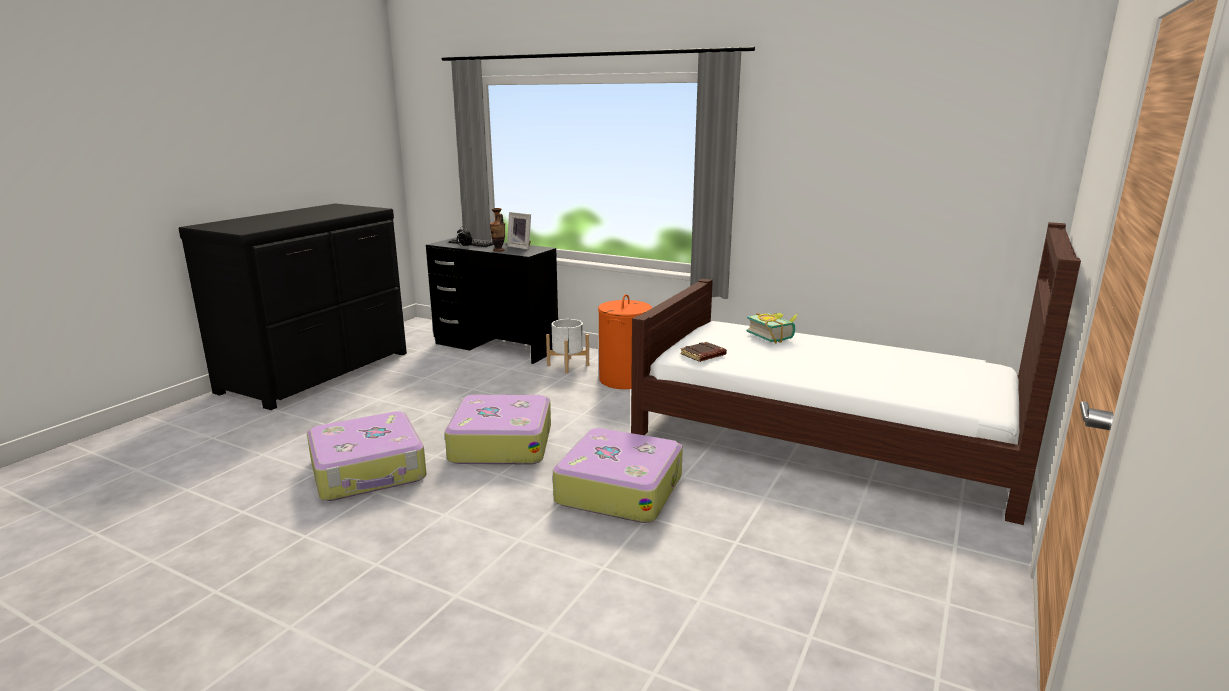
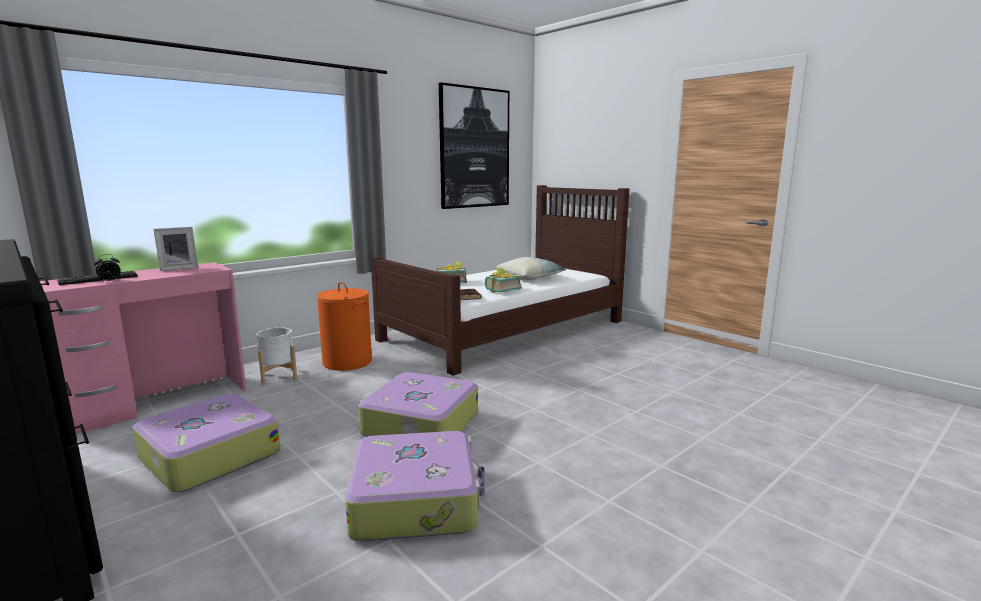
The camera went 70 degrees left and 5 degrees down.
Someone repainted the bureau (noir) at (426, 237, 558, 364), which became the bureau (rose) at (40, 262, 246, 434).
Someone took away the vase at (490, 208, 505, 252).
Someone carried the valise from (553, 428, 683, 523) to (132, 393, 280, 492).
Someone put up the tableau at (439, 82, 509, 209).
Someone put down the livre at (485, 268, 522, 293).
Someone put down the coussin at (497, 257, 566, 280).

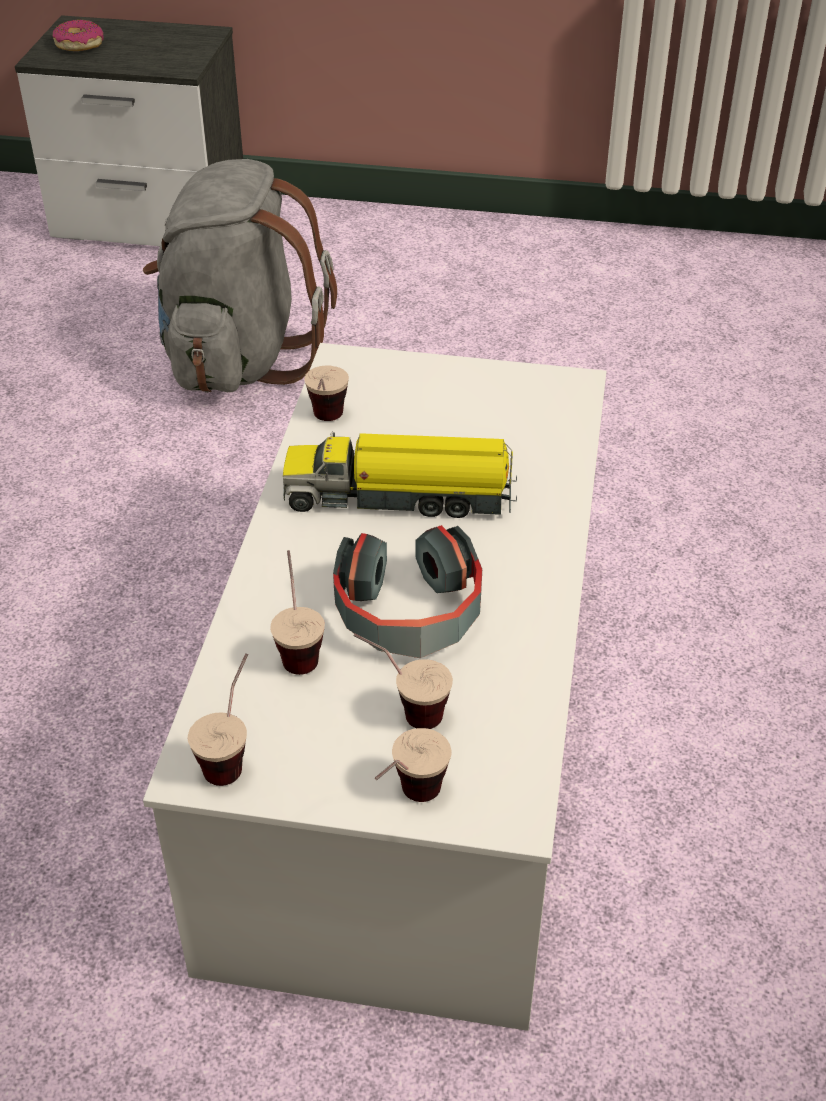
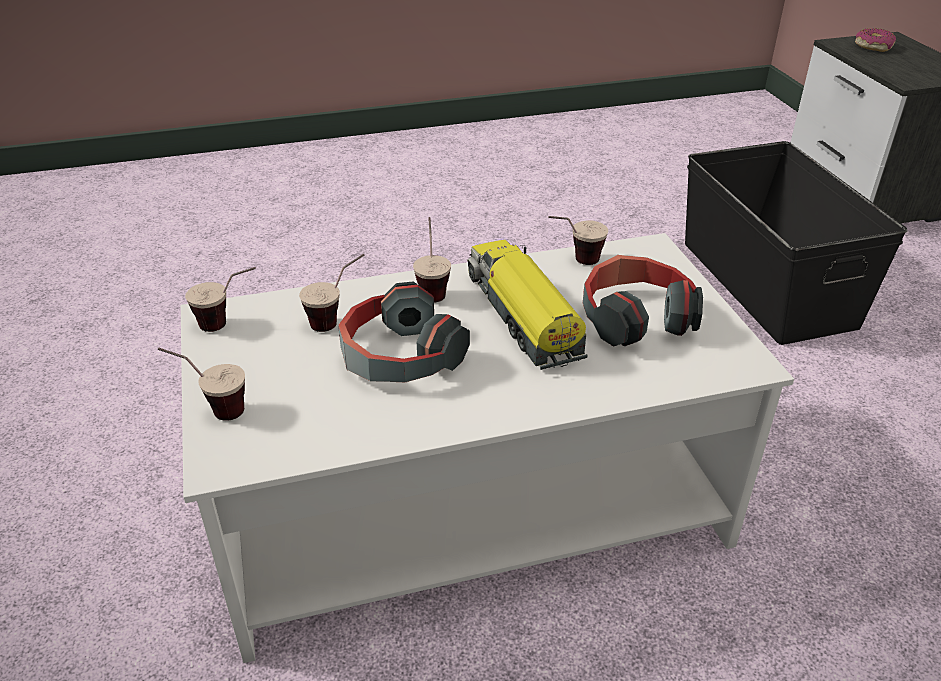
The camera went 65 degrees right and 5 degrees down.
Someone swapped the sac à dos (gris) at (143, 159, 337, 393) for the boîte de rangement (noir) at (685, 141, 907, 345).
Someone carried the tasse from (354, 634, 453, 729) to (413, 217, 451, 303).
Someone put down the casque audio at (583, 255, 703, 347).

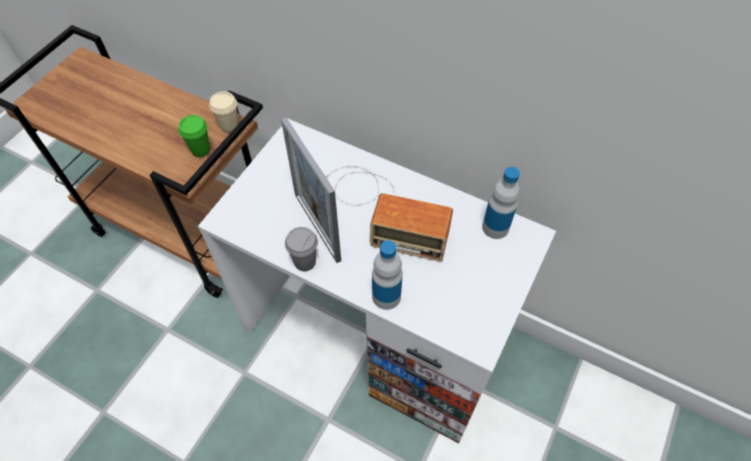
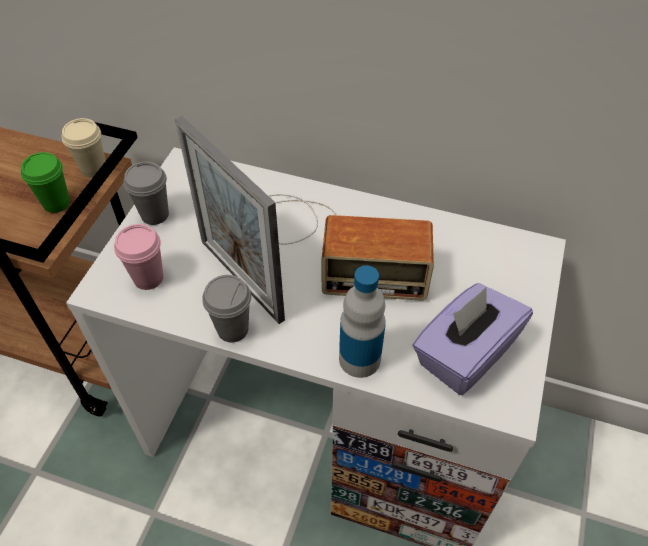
The camera went 10 degrees left and 5 degrees down.
Someone took away the bouteille at (482, 167, 520, 239).
Someone put down the tasse (rose) at (114, 224, 163, 290).
Someone put down the tasse (gris) at (124, 161, 169, 225).
Someone put down the boîte à mouchoirs (violet) at (412, 283, 533, 395).

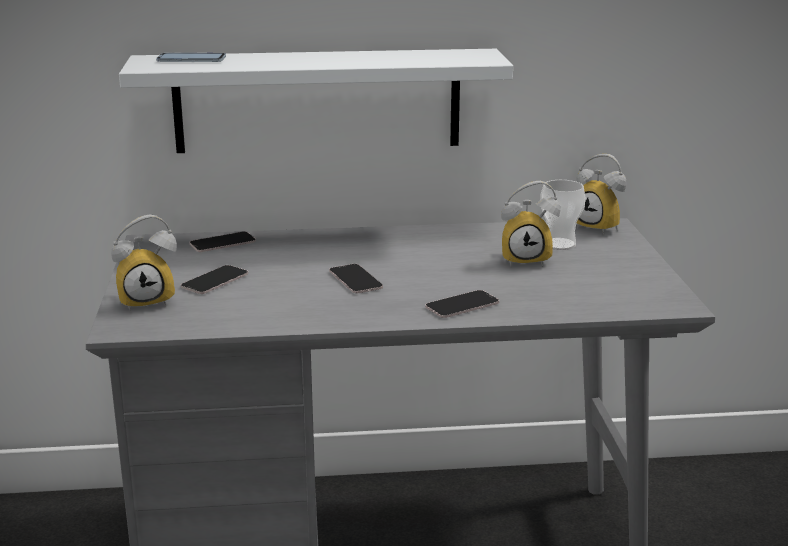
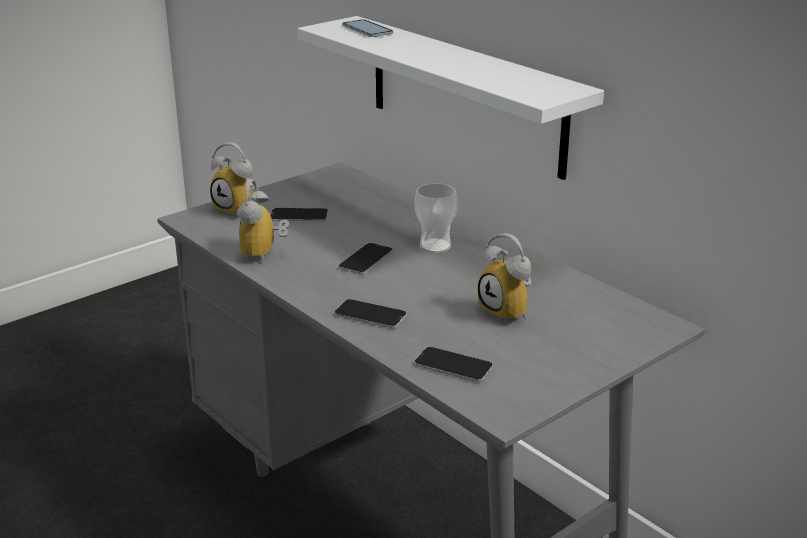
The camera went 55 degrees right and 5 degrees up.
Someone carried the téléphone from (190, 231, 256, 252) to (414, 347, 493, 382).
Someone carried the tasse from (540, 180, 585, 250) to (414, 183, 458, 253).
Someone carried the réveil from (576, 154, 626, 235) to (237, 179, 290, 263).

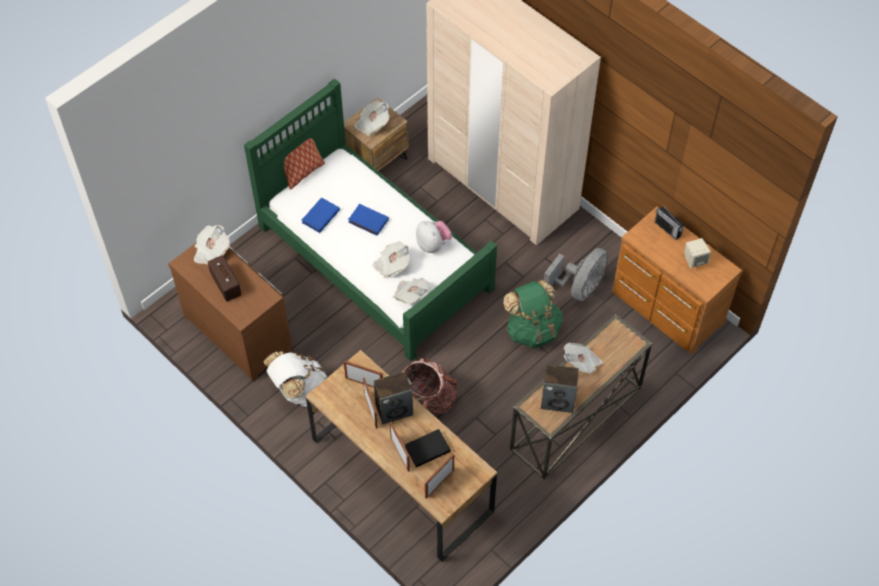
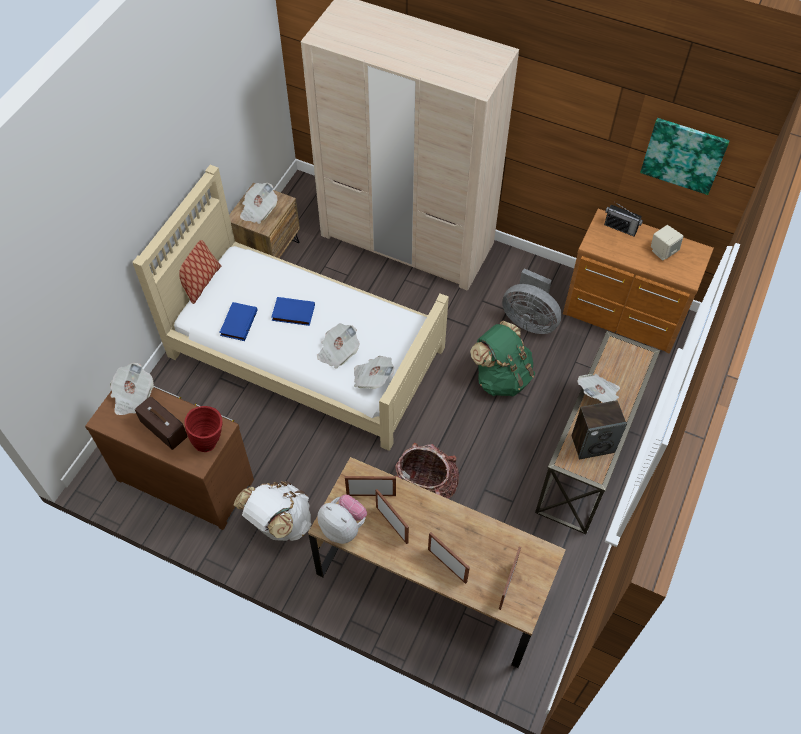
The camera went 20 degrees left and 0 degrees up.
Someone repainted the lit (vert) at (244, 78, 497, 361), which became the lit (beige) at (132, 165, 449, 451).
Someone took away the enceinte at (374, 372, 413, 424).
Someone took away the livre (noir) at (405, 429, 451, 467).
Someone carried the peluche from (416, 221, 452, 253) to (318, 494, 367, 544).
Someone rotated the ventilateur (gris) at (544, 248, 608, 301) by 105 degrees clockwise.
Someone put down the vase (rouge) at (185, 406, 222, 452).
Someone put up the tableau at (640, 118, 730, 195).

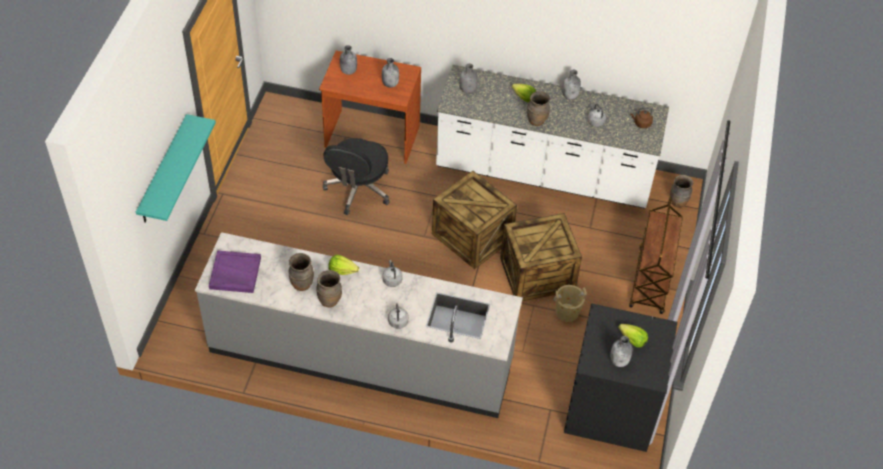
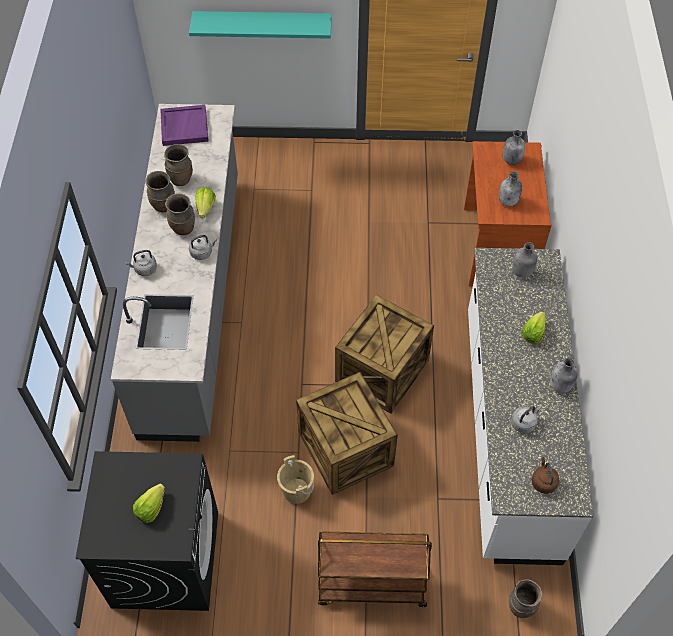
The camera went 80 degrees right and 5 degrees up.
Someone took away the chaise de bureau (noir) at (323, 138, 390, 215).
Someone carried the vase (marron) from (527, 91, 550, 126) to (165, 193, 195, 235).
Someone took away the bouteille (gris) at (610, 336, 633, 367).

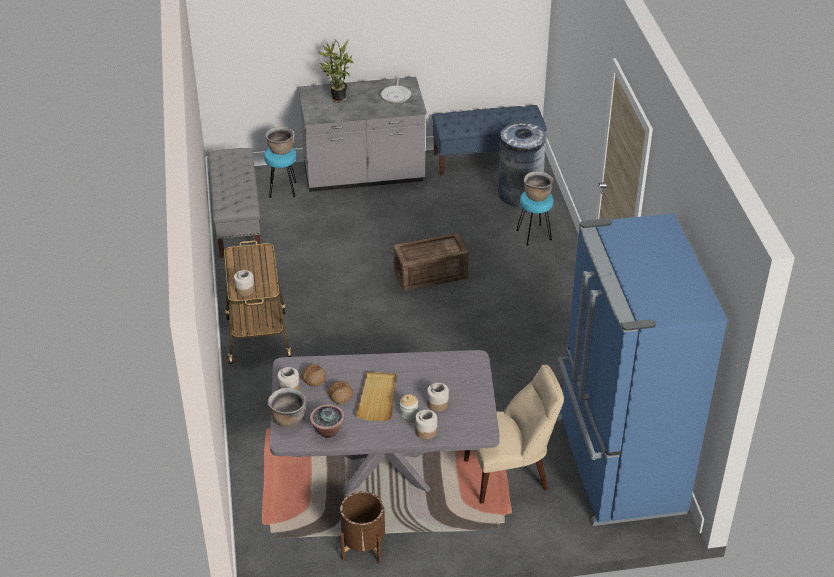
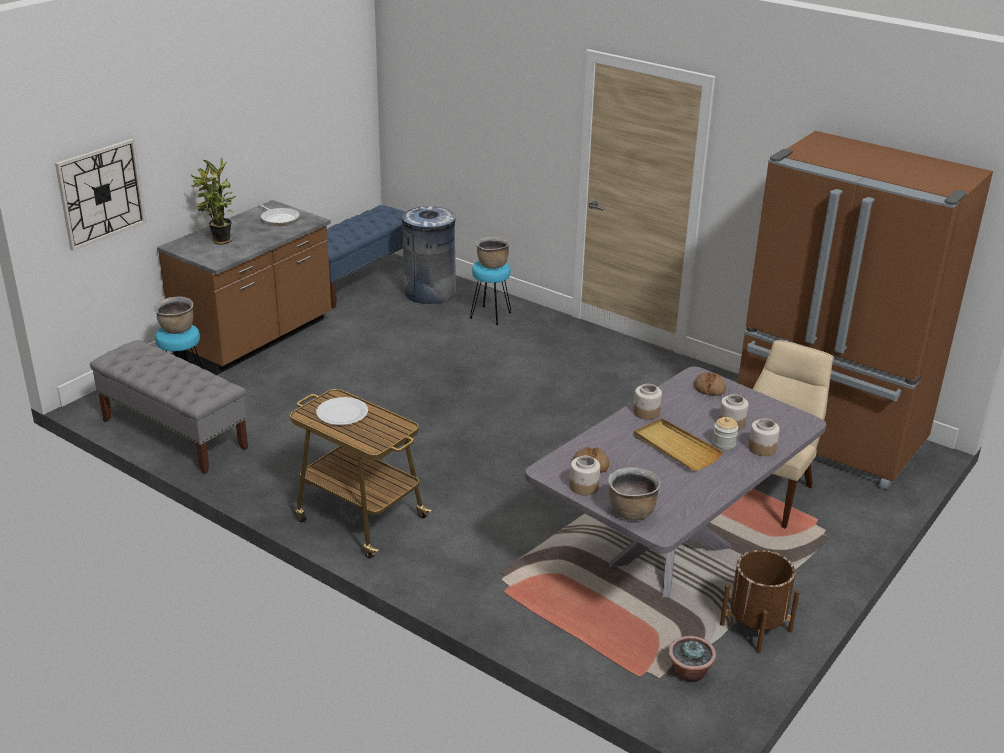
The camera went 45 degrees left and 10 degrees down.
Someone carried the bocal from (234, 270, 255, 296) to (633, 384, 662, 420).
Someone repainted the comptoir de cuisine (gris) at (298, 77, 427, 192), which became the comptoir de cuisine (marron) at (157, 200, 332, 375).
Someone carried the plante en pot from (310, 404, 345, 438) to (668, 636, 716, 682).
Someone carried the pain from (328, 381, 353, 404) to (694, 372, 726, 396).
Someone took away the caisse at (393, 233, 469, 291).
Someone repainted the réfrigérateur (bleu) at (557, 213, 728, 526), which became the réfrigérateur (marron) at (738, 131, 993, 490).
Someone put up the horloge murale at (55, 139, 146, 251).
Someone put down the assiette (blanc) at (316, 397, 368, 425).

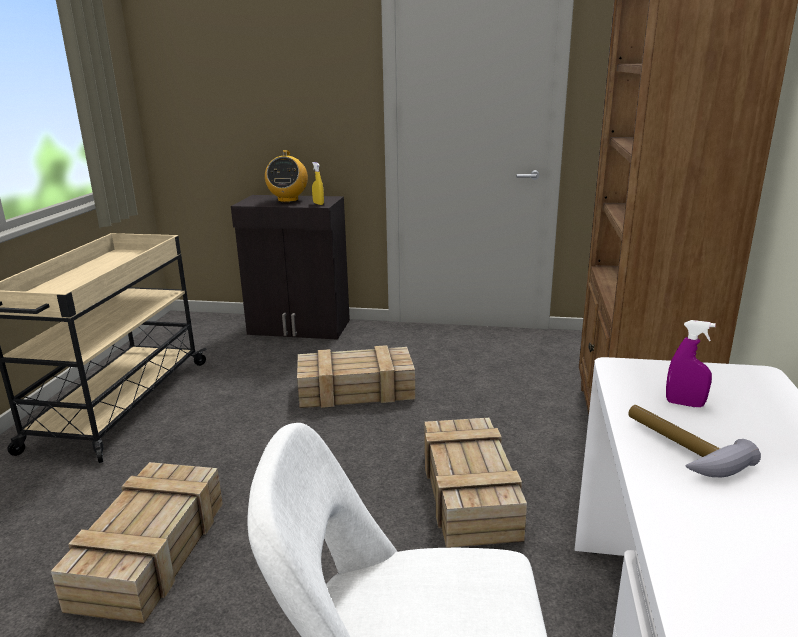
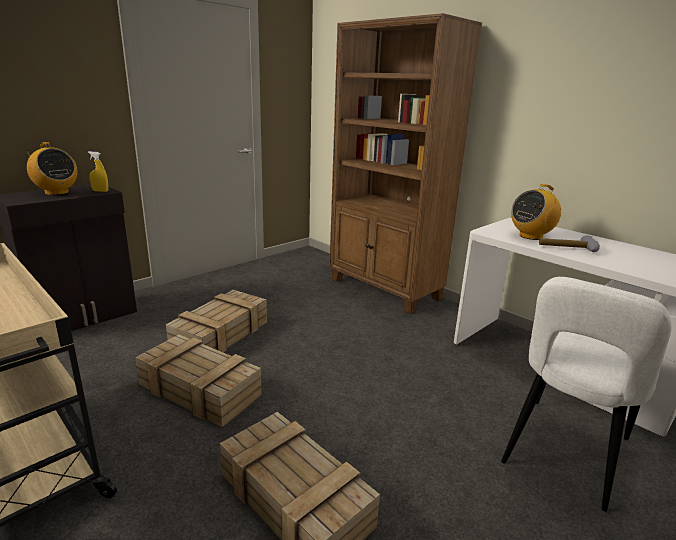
The camera went 55 degrees left and 0 degrees up.
Someone carried the caisse from (424, 418, 527, 548) to (135, 335, 262, 427).
Someone swapped the vaporisateur (violet) at (666, 320, 716, 407) for the radio at (511, 184, 561, 240).

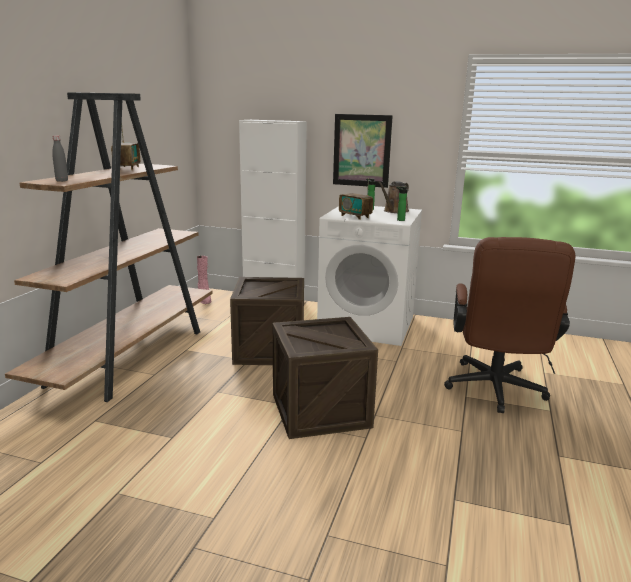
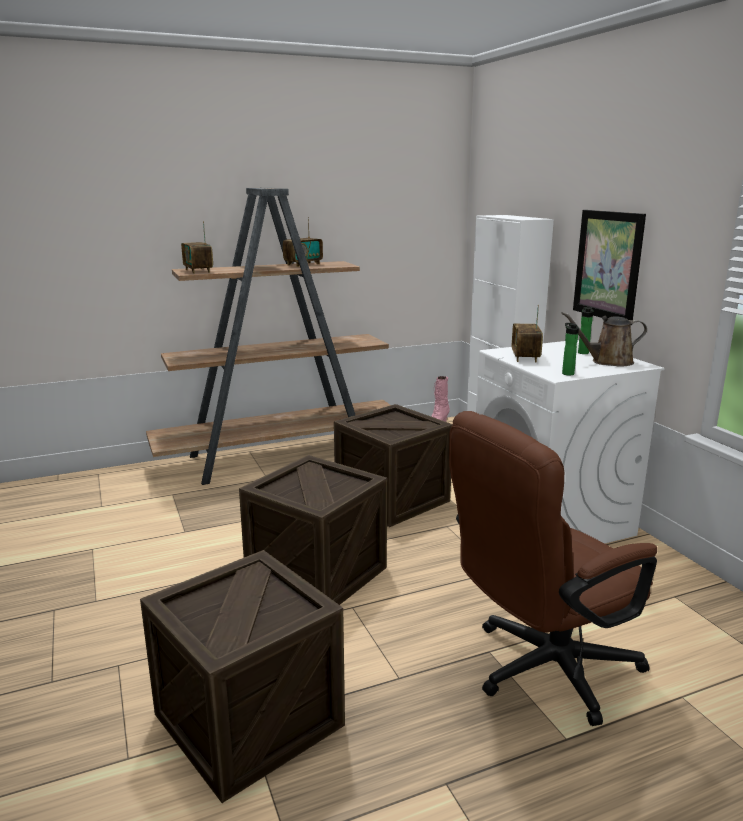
The camera went 50 degrees right and 0 degrees up.
Someone swapped the bouteille (gris) at (52, 136, 68, 182) for the radio at (181, 221, 213, 274).
Someone put down the caisse at (140, 550, 345, 803).

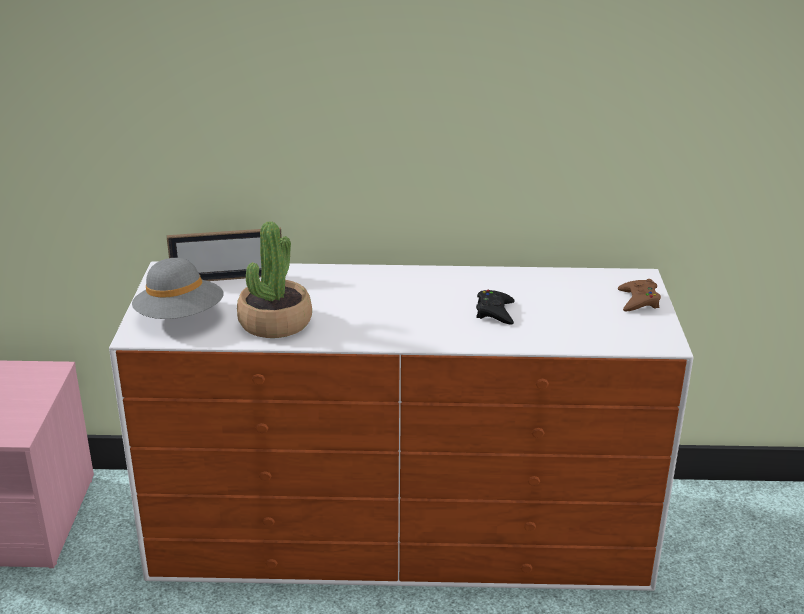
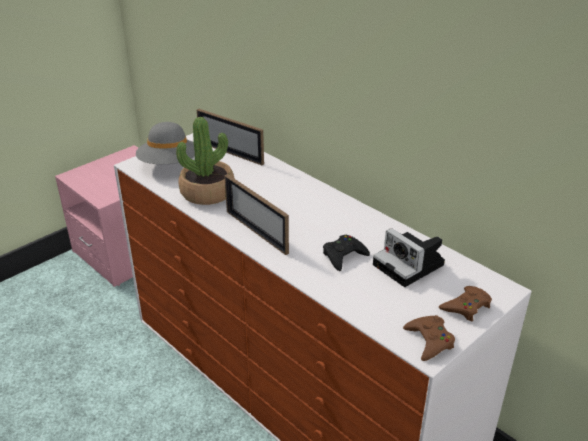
The camera went 45 degrees right and 5 degrees up.
Someone put down the cadre photo at (224, 174, 289, 255).
Someone put down the appareil photo at (373, 228, 445, 287).
Someone put down the manette (marron) at (403, 315, 455, 361).

